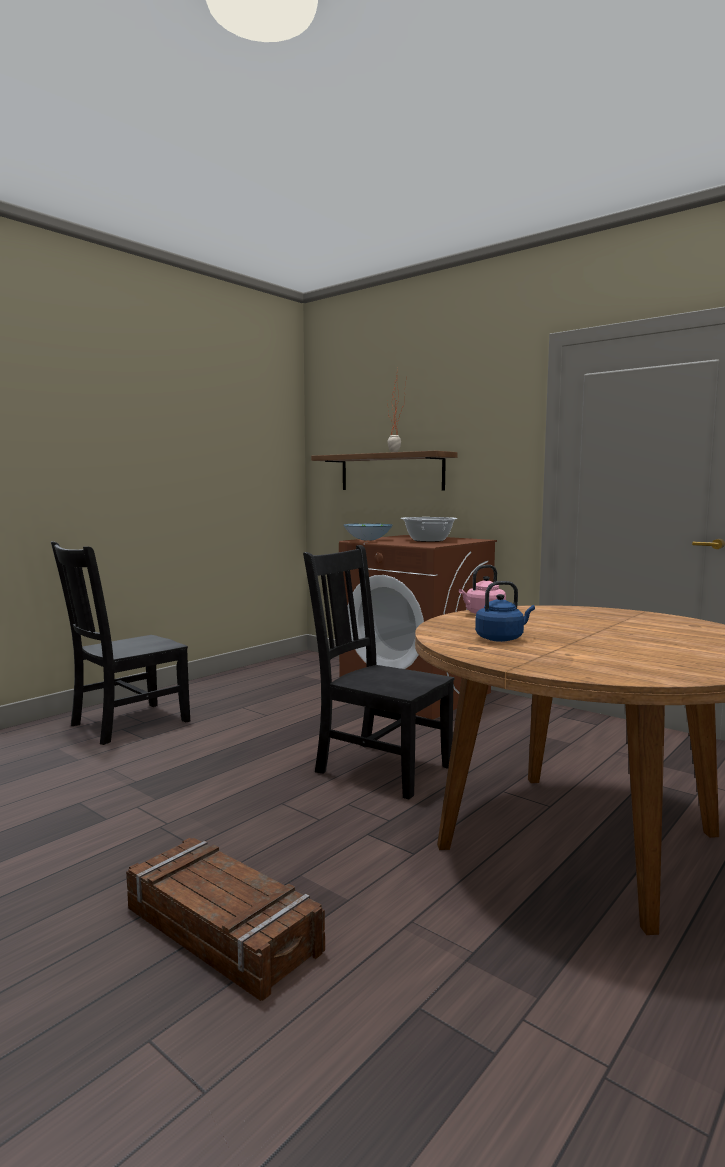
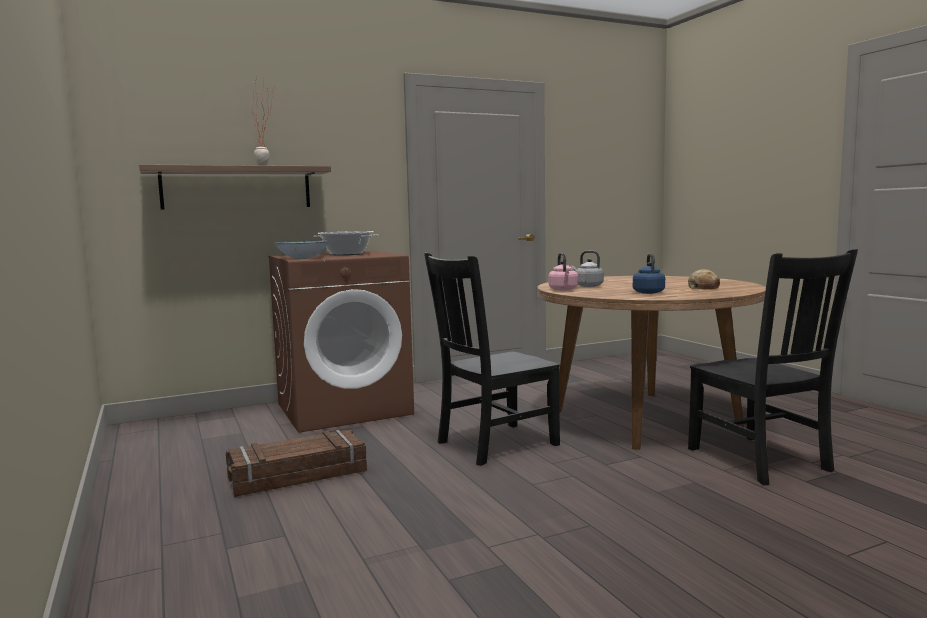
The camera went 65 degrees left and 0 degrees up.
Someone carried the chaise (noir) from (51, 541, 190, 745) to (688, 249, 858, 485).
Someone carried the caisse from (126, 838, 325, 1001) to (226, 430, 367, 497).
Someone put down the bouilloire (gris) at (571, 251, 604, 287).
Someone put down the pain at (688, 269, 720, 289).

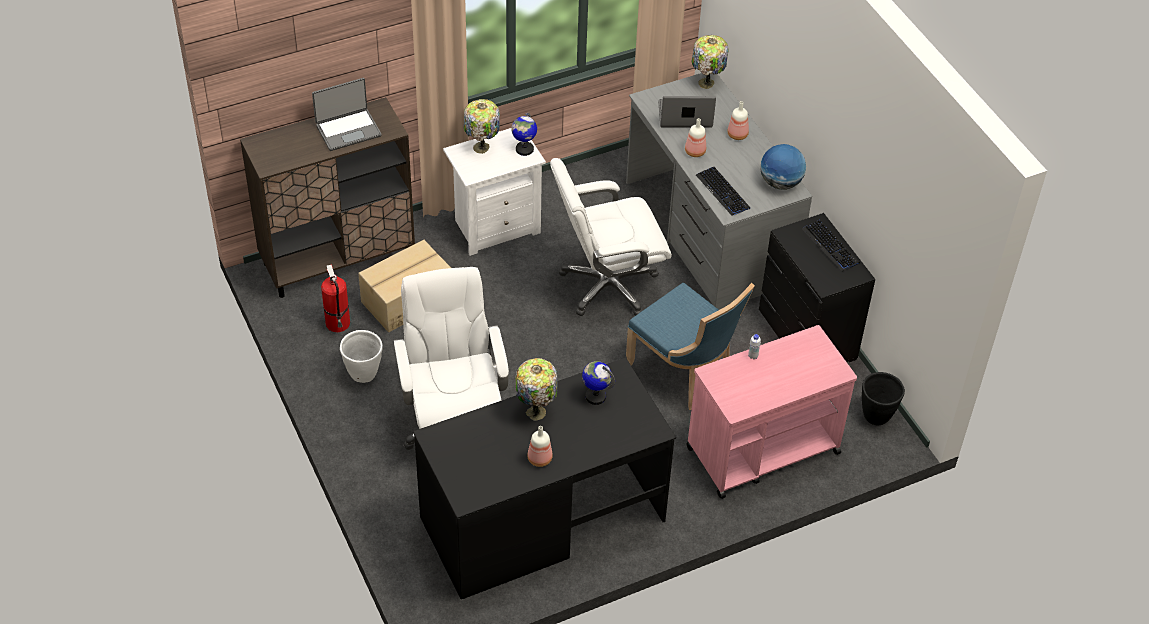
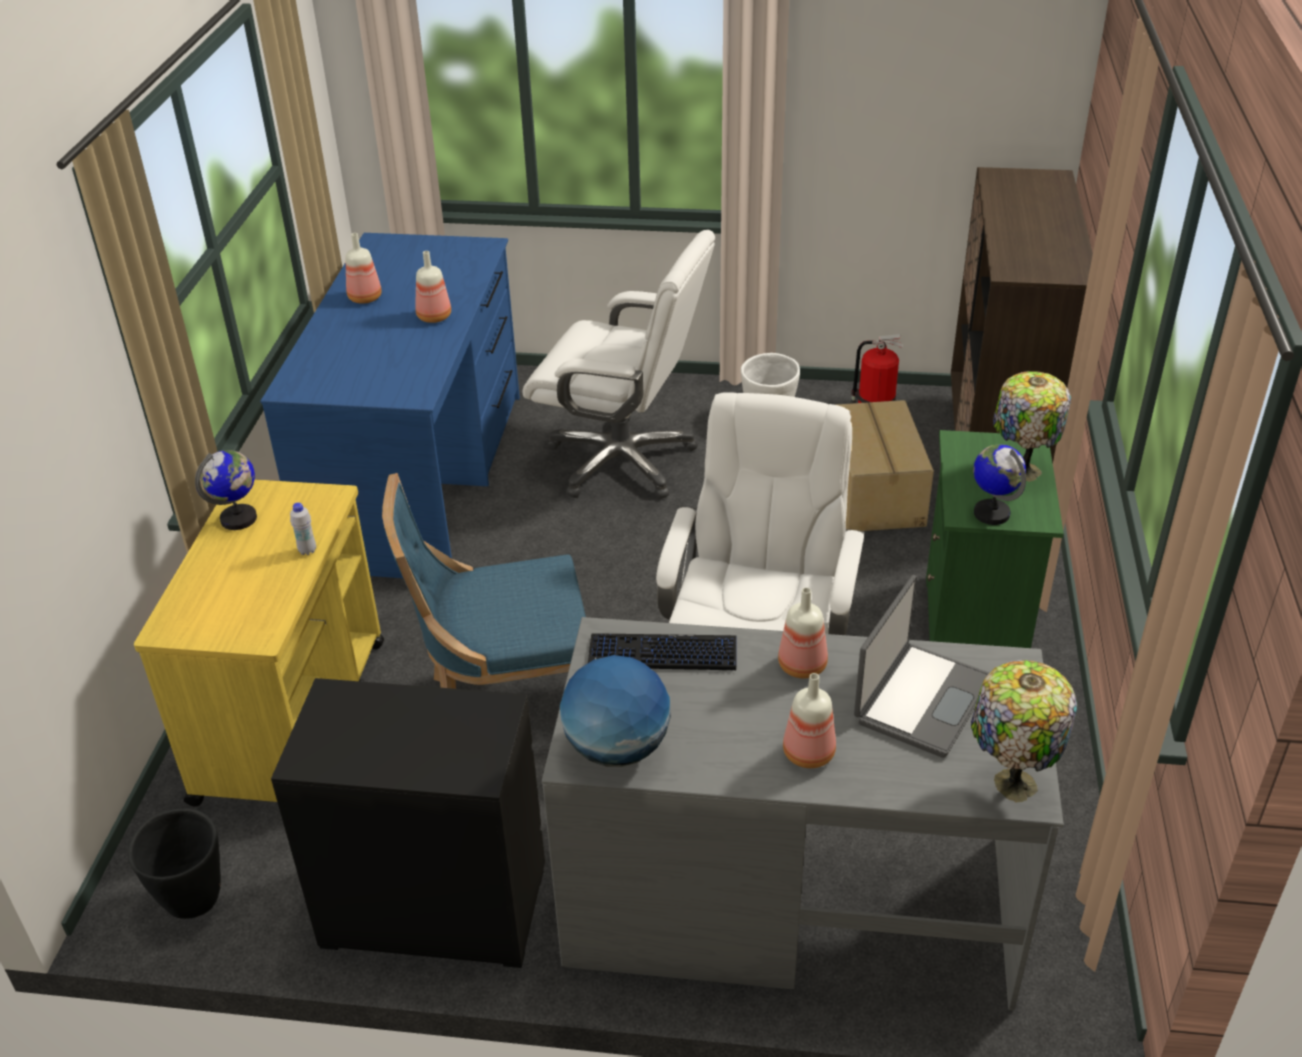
The camera went 125 degrees right and 10 degrees down.
Someone took away the ordinateur portable at (312, 78, 382, 151).
Someone repainted the bureau (noir) at (413, 358, 676, 599), which became the bureau (bleu) at (260, 233, 520, 578).
Someone repainted the table de chevet (blanc) at (443, 128, 546, 256), which became the table de chevet (vert) at (926, 430, 1064, 648).
Someone swapped the lampe de table at (515, 358, 558, 421) for the bouteille at (415, 251, 451, 323).
Someone carried the globe from (582, 361, 615, 405) to (195, 450, 257, 530).
Someone repainted the chariot (rose) at (686, 325, 857, 499), which became the chariot (jaune) at (134, 479, 384, 807).
Someone took away the clavier at (802, 220, 860, 271).

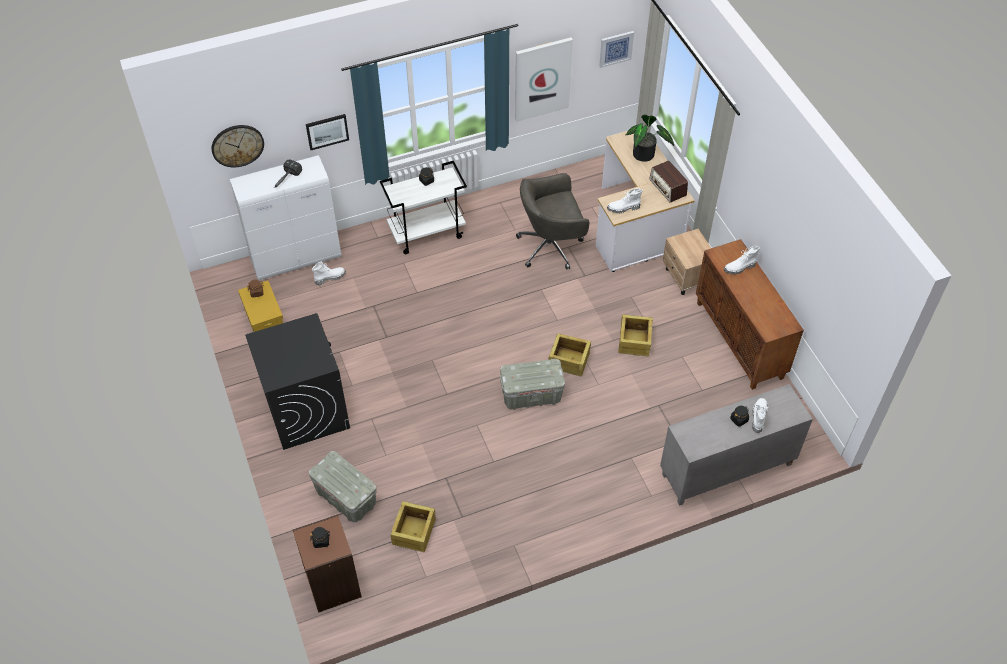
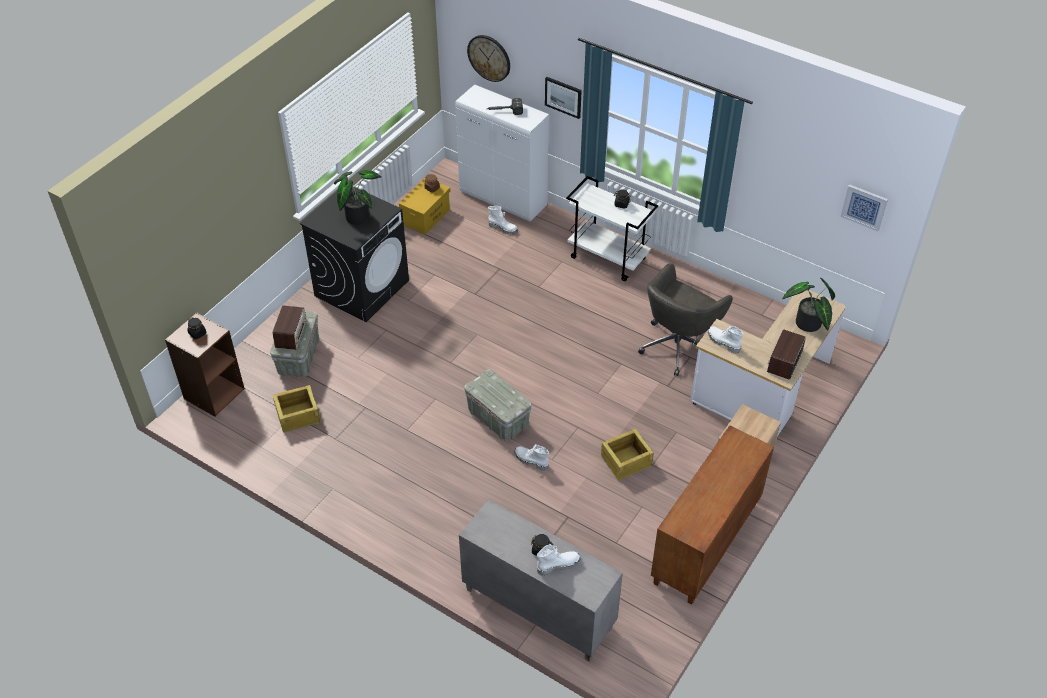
The camera went 55 degrees right and 5 degrees down.
Someone took away the tableau at (515, 37, 573, 122).
Someone rotated the chaise de bureau (gris) at (516, 173, 589, 269) by 90 degrees counterclockwise.
Someone took away the caisse at (549, 333, 591, 377).
Someone carried the botte (blanc) from (724, 246, 760, 274) to (515, 444, 549, 471).
Someone put down the radio at (273, 306, 307, 350).
Someone put down the plante en pot at (334, 170, 381, 225).

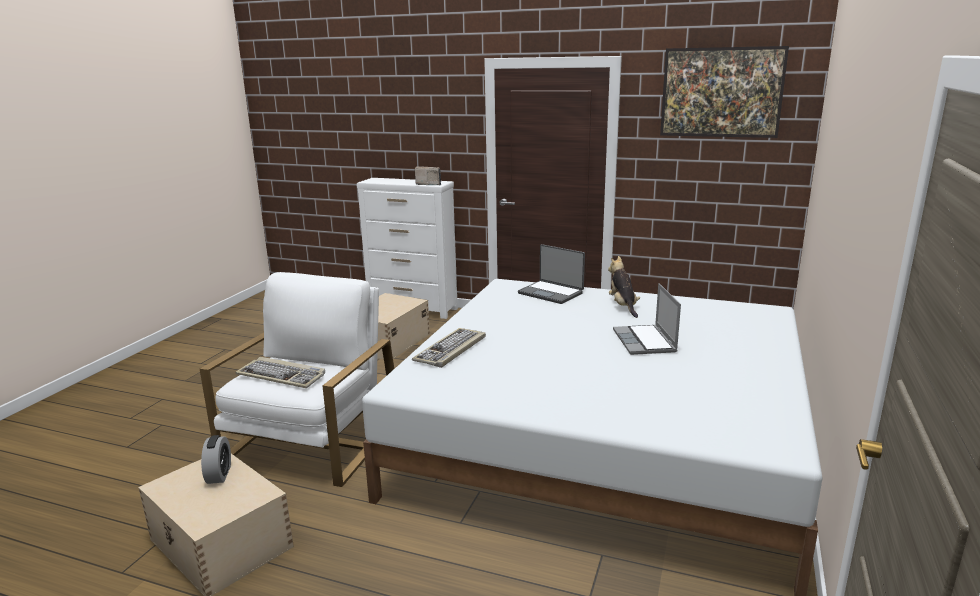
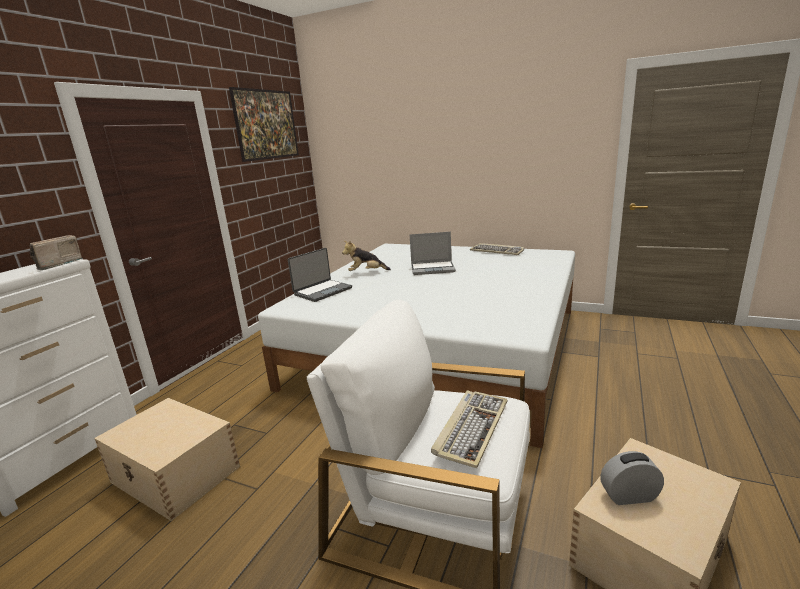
The camera went 85 degrees left and 0 degrees up.
Someone carried the clavier from (412, 328, 486, 368) to (470, 243, 524, 255).

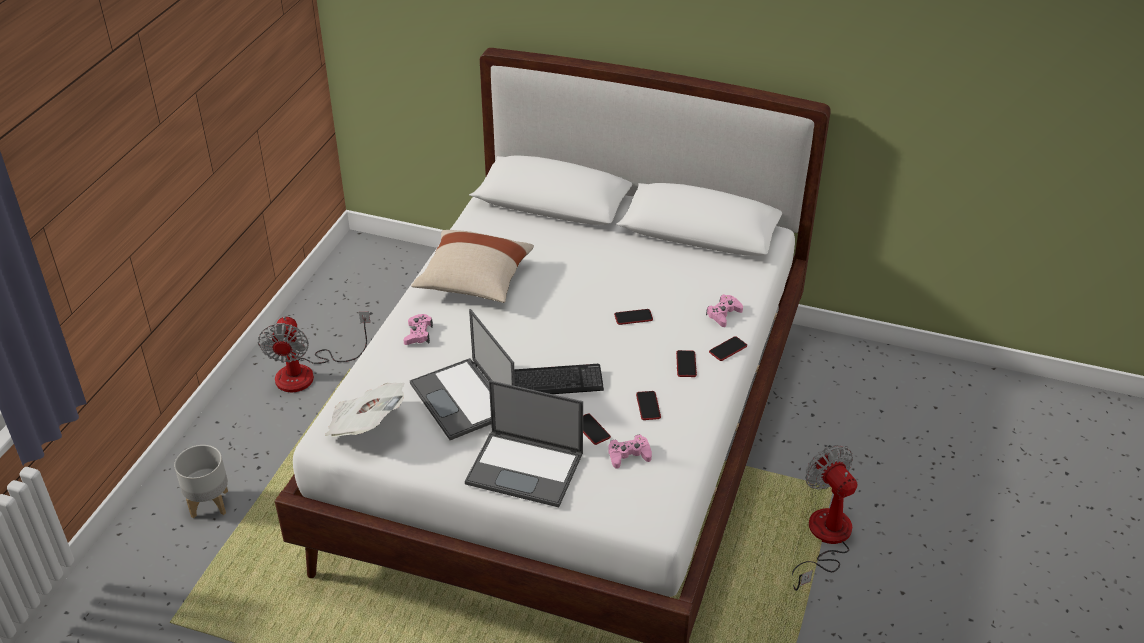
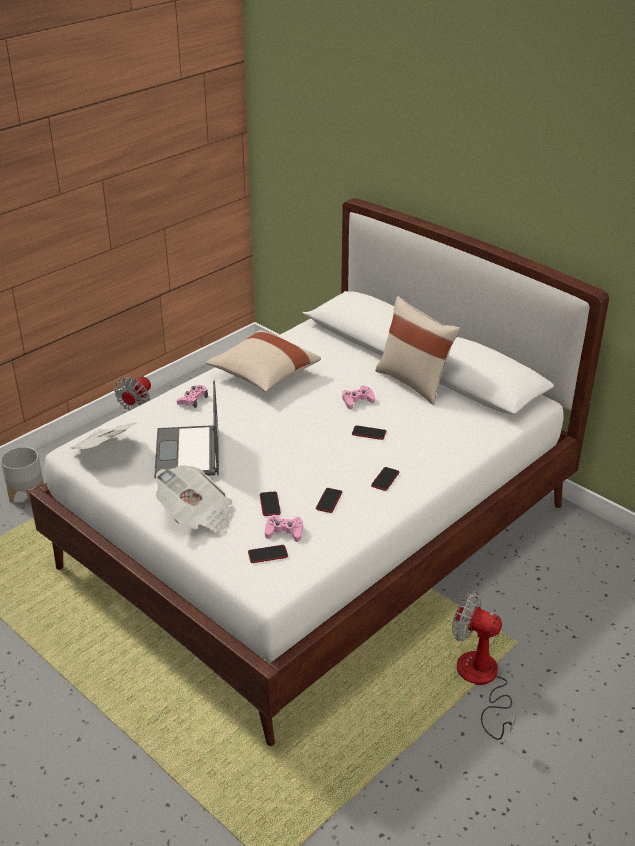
The camera went 25 degrees right and 5 degrees down.
Someone swapped the ordinateur portable at (465, 380, 583, 507) for the journal at (156, 465, 232, 533).
Someone took away the clavier at (514, 364, 604, 394).
Someone carried the manette (rose) from (706, 294, 743, 327) to (342, 385, 375, 409).
Someone carried the téléphone from (709, 336, 747, 361) to (248, 545, 288, 563).
Someone rotated the ventilateur at (792, 445, 857, 591) by 60 degrees counterclockwise.
Someone put down the coussin (beige) at (375, 296, 461, 405).

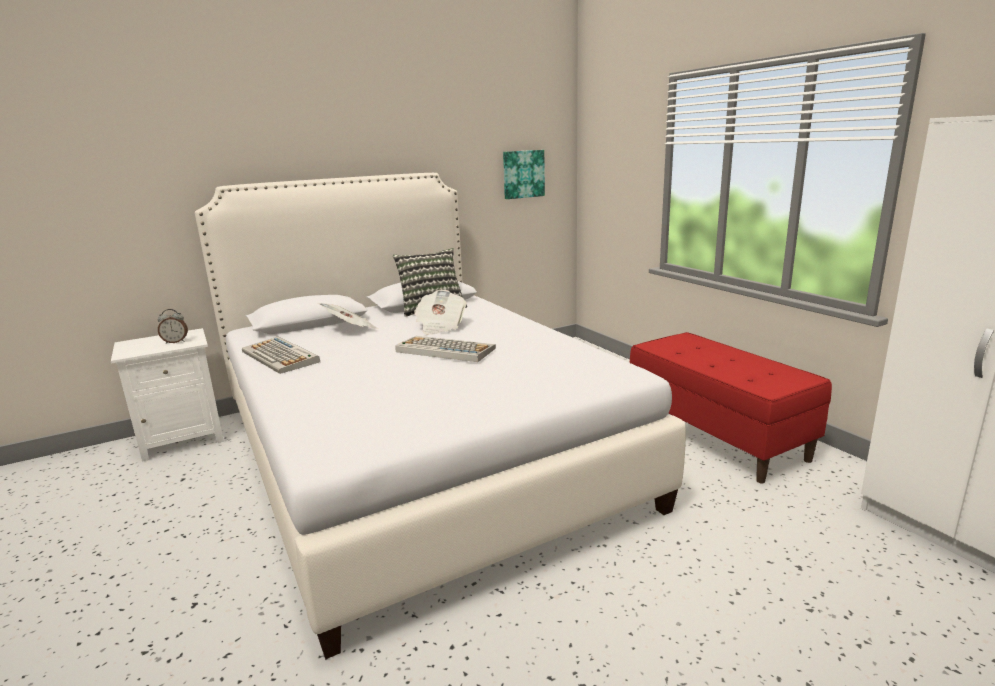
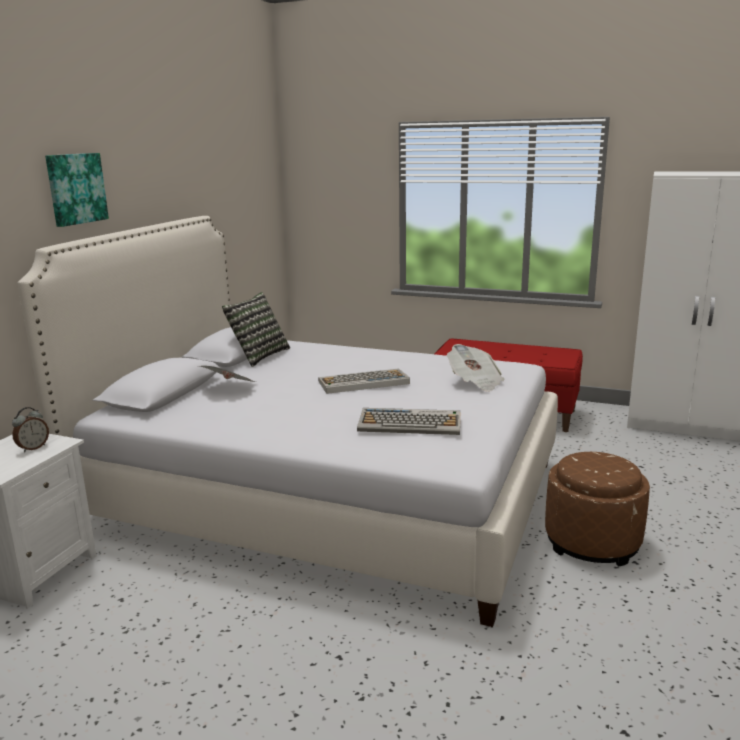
The camera went 40 degrees left and 0 degrees up.
Someone carried the clavier from (242, 337, 320, 374) to (357, 408, 460, 435).
Someone carried the journal from (414, 290, 467, 335) to (447, 344, 505, 392).
Someone carried the tableau from (503, 150, 545, 199) to (45, 153, 109, 227).
Someone put down the pouf (marron) at (545, 452, 650, 566).

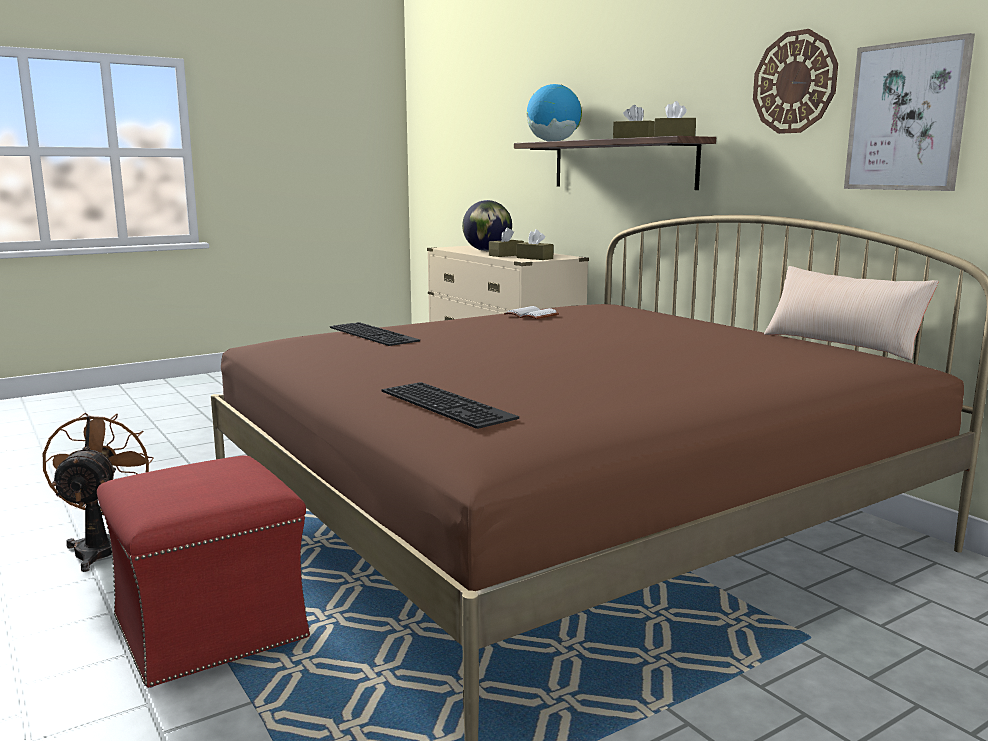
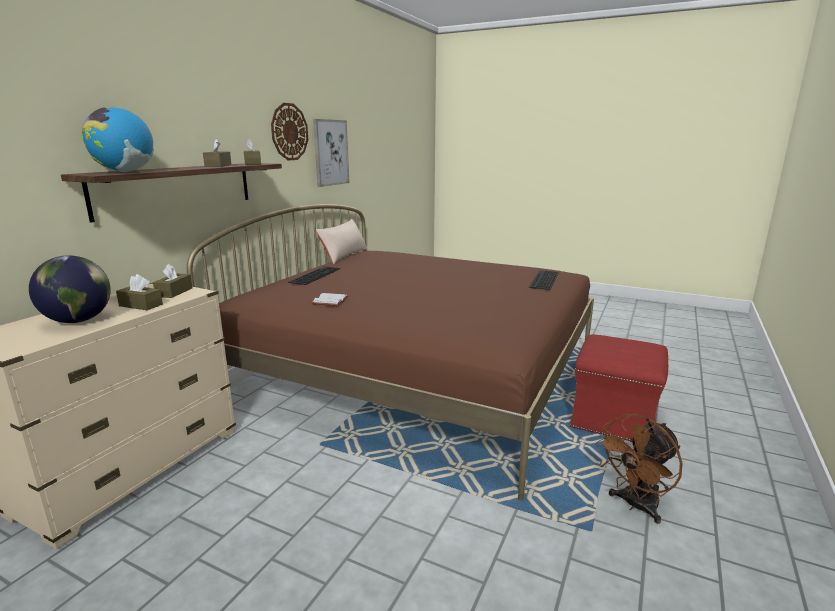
The camera went 120 degrees left and 5 degrees up.
Someone carried the clavier from (330, 322, 420, 346) to (288, 267, 340, 285).

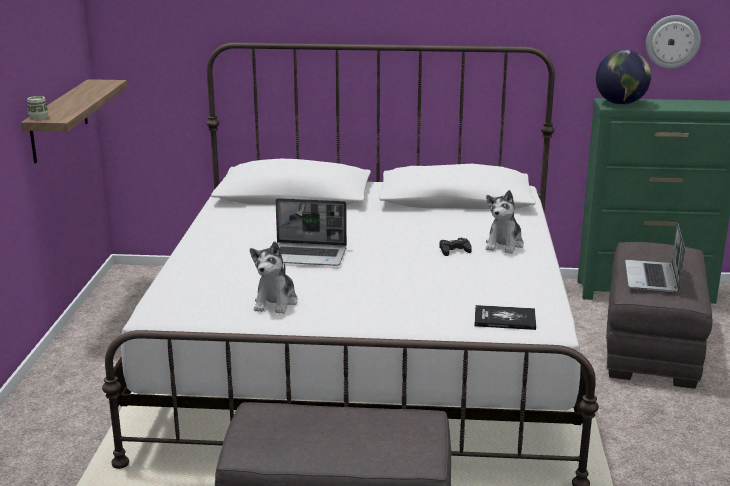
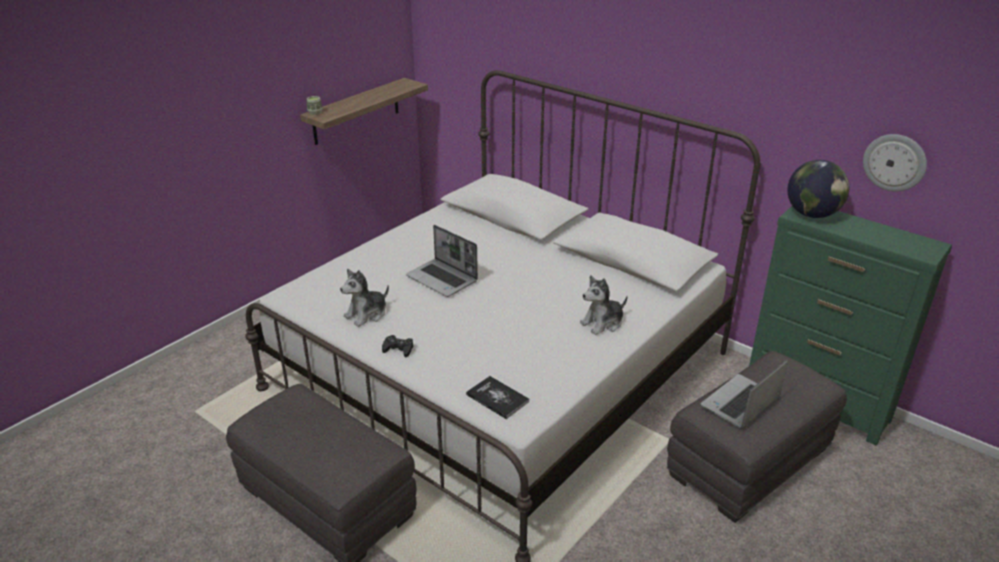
The camera went 35 degrees right and 10 degrees up.
Someone carried the manette (noir) from (439, 238, 472, 256) to (382, 335, 413, 357).

